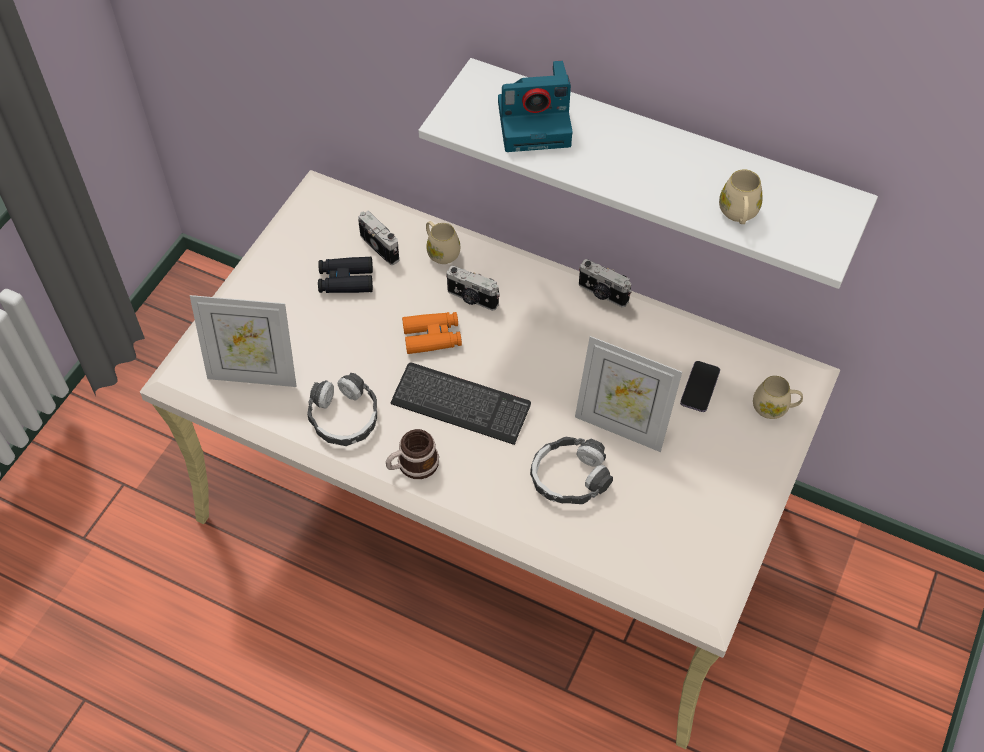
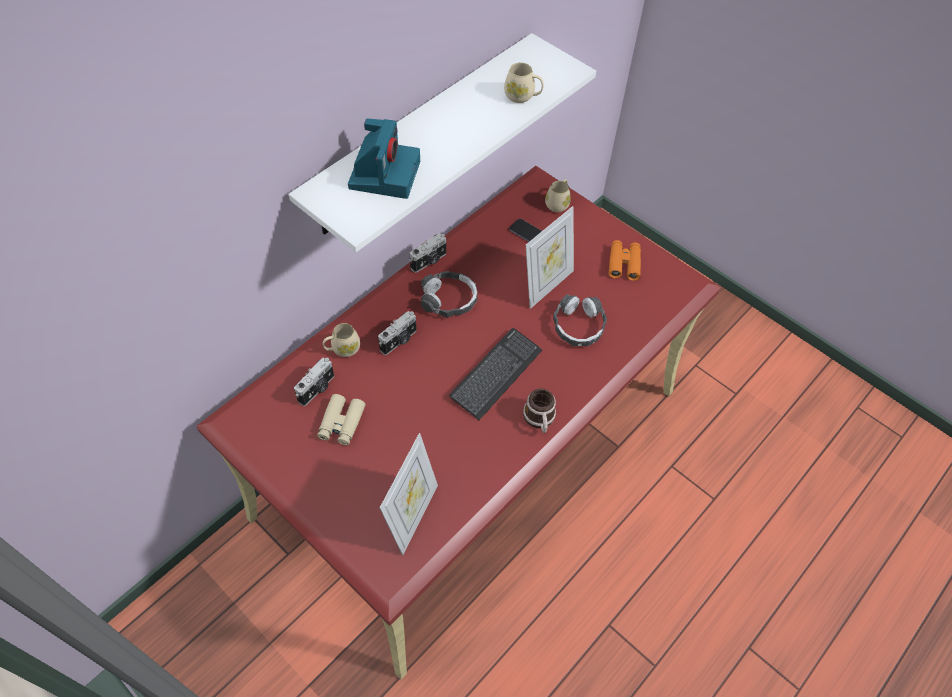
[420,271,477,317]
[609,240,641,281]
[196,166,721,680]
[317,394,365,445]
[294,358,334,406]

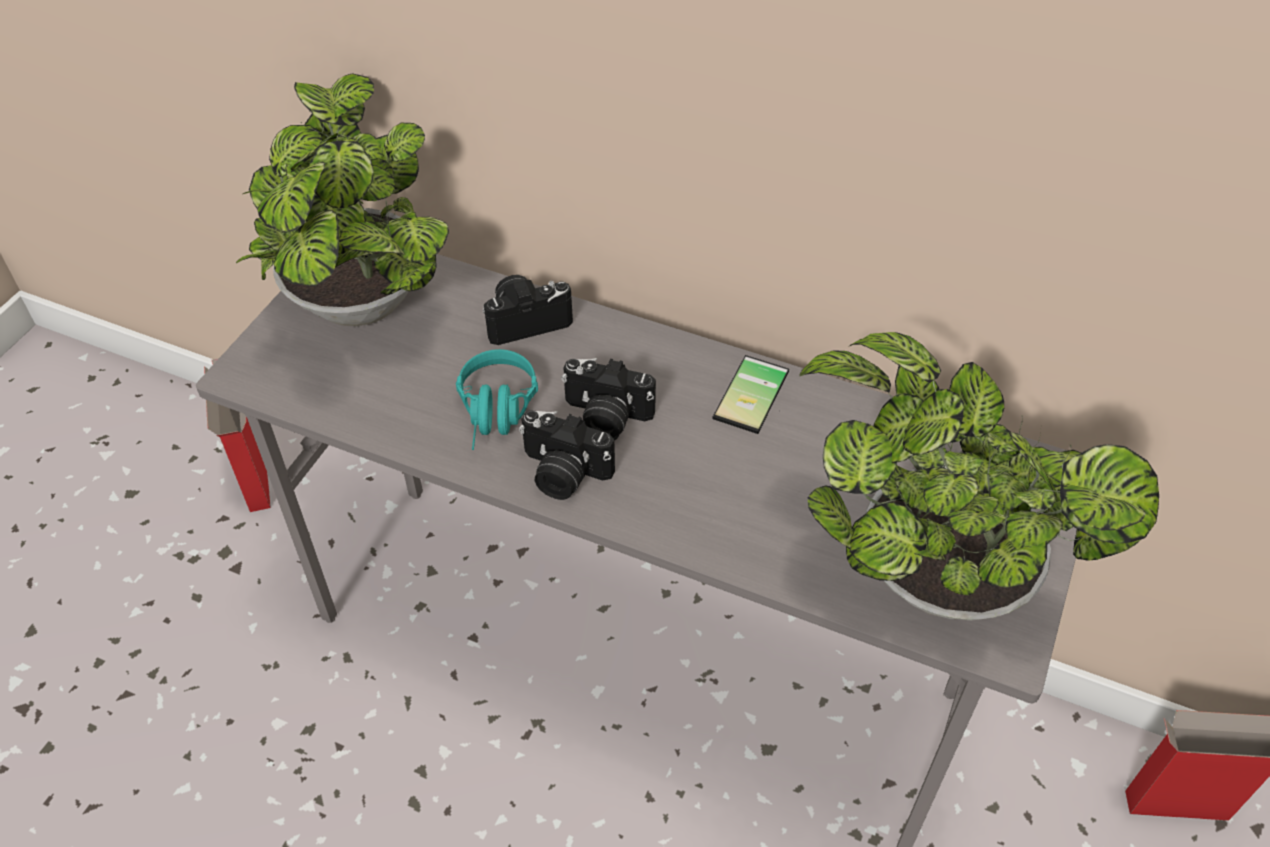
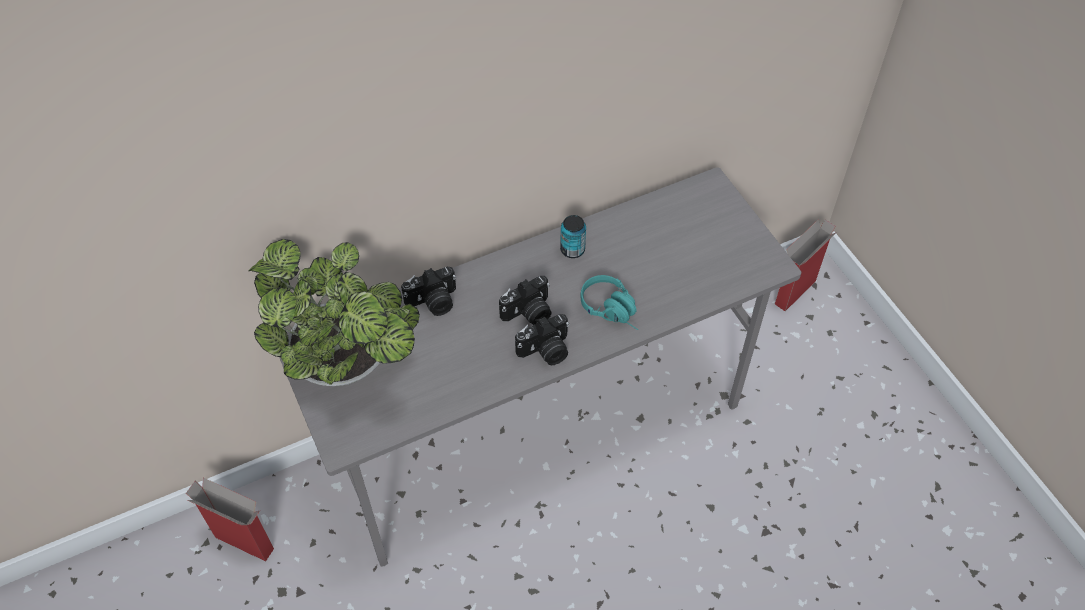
[799,332,1159,621] (first image)
[580,275,638,330]
[560,215,586,258]
[401,267,456,316]

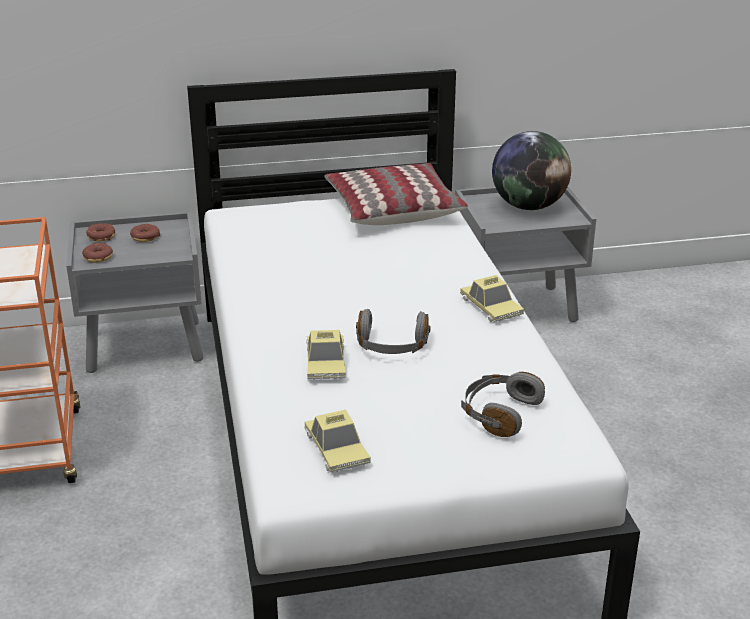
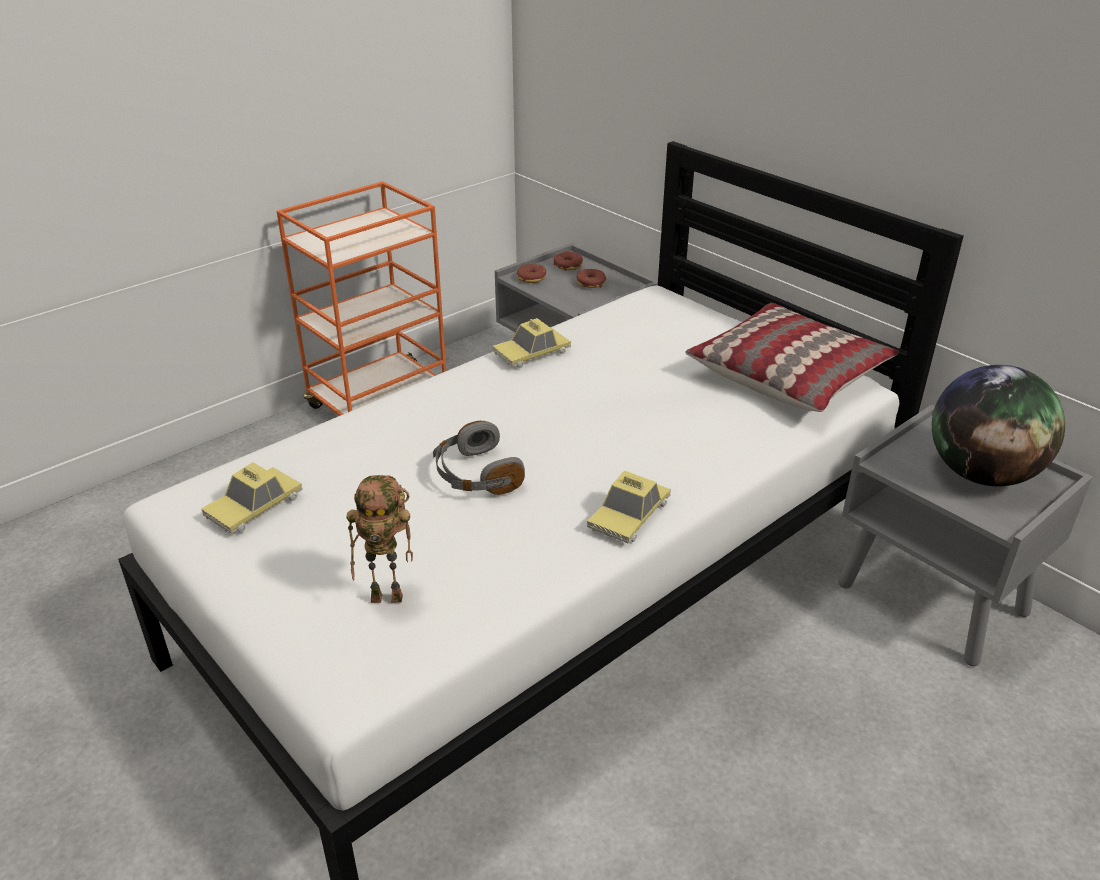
[493,318,571,368]
[347,475,413,603]

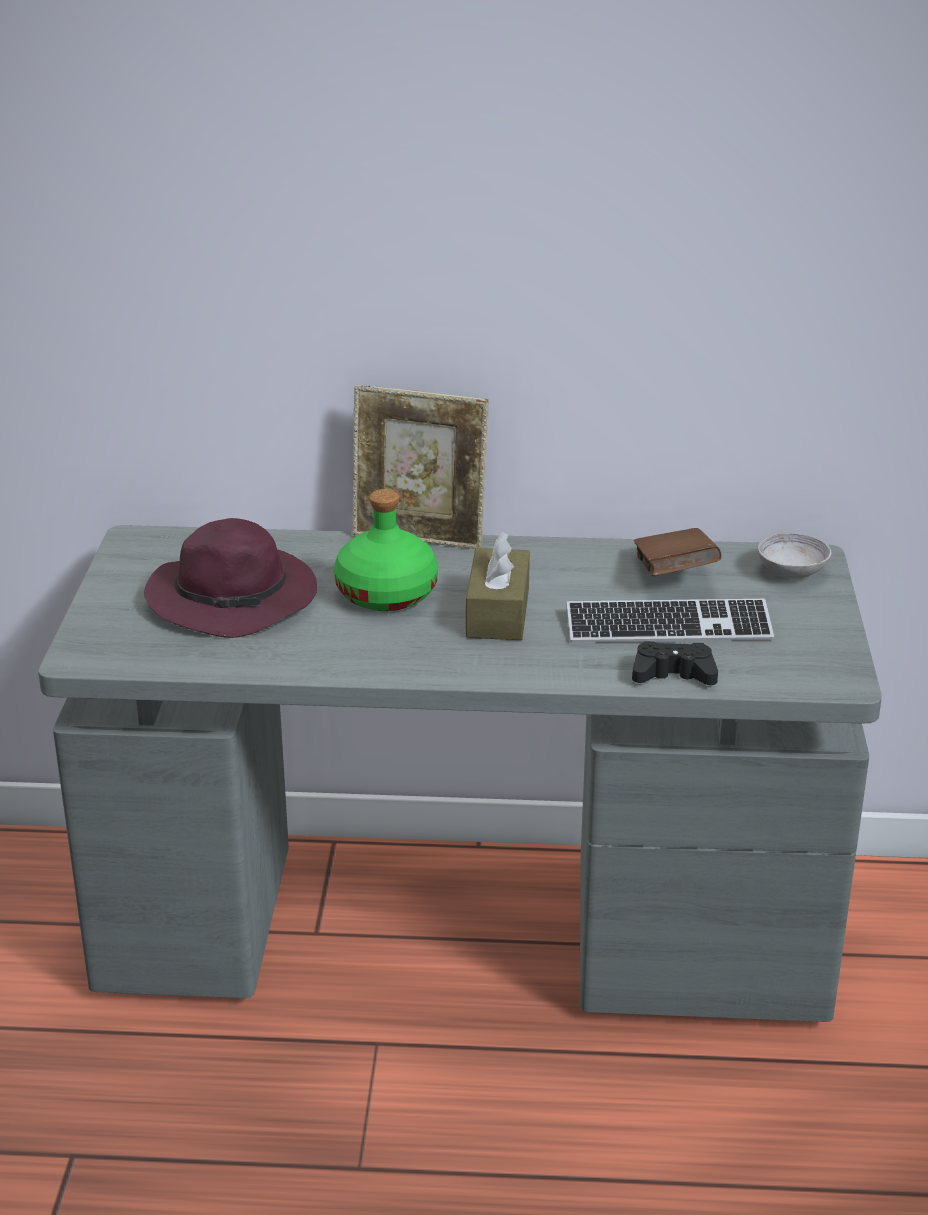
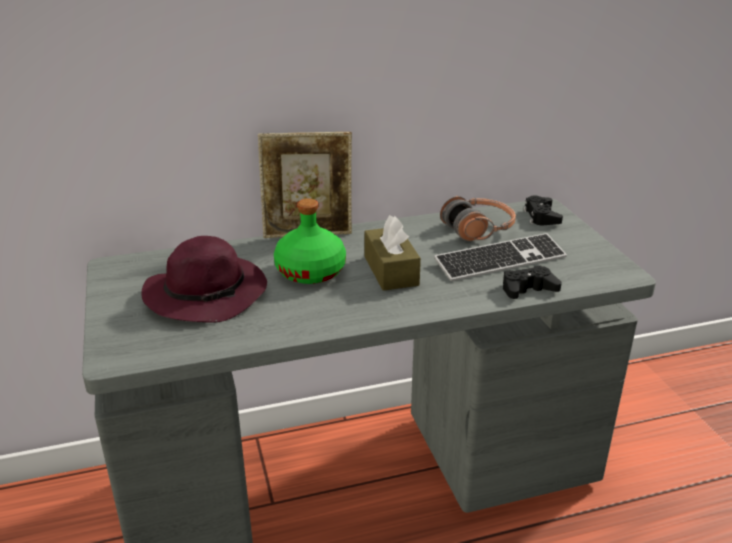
[440,196,516,241]
[523,196,563,225]

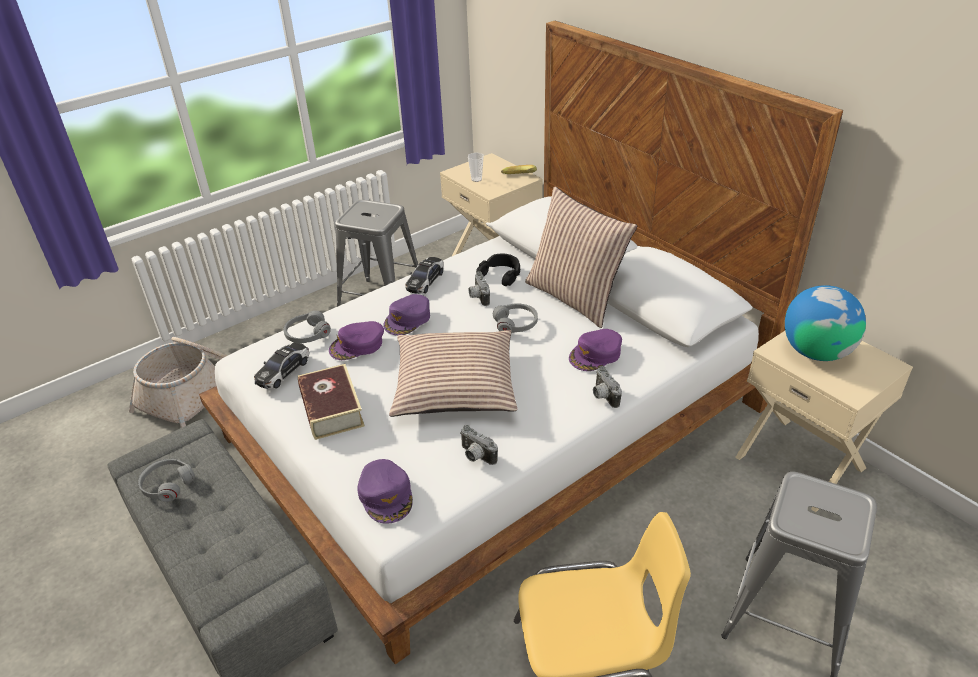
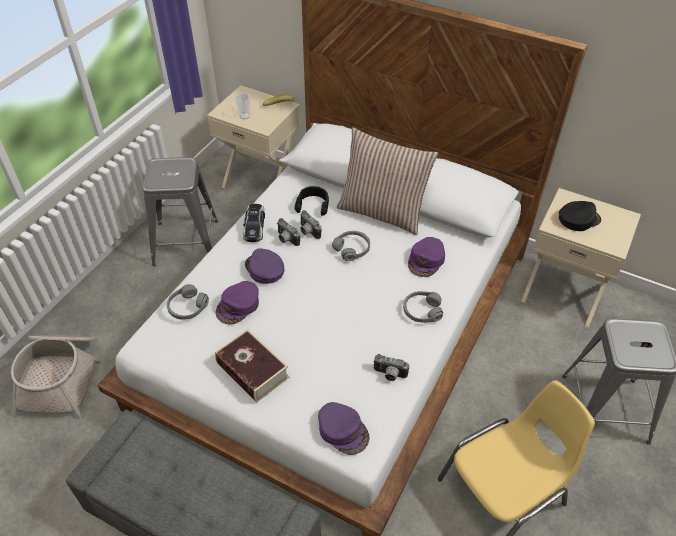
[254,342,310,389] (first image)
[389,330,517,417] (first image)
[403,291,443,323]
[277,218,300,246]
[559,201,601,231]
[245,248,284,284]

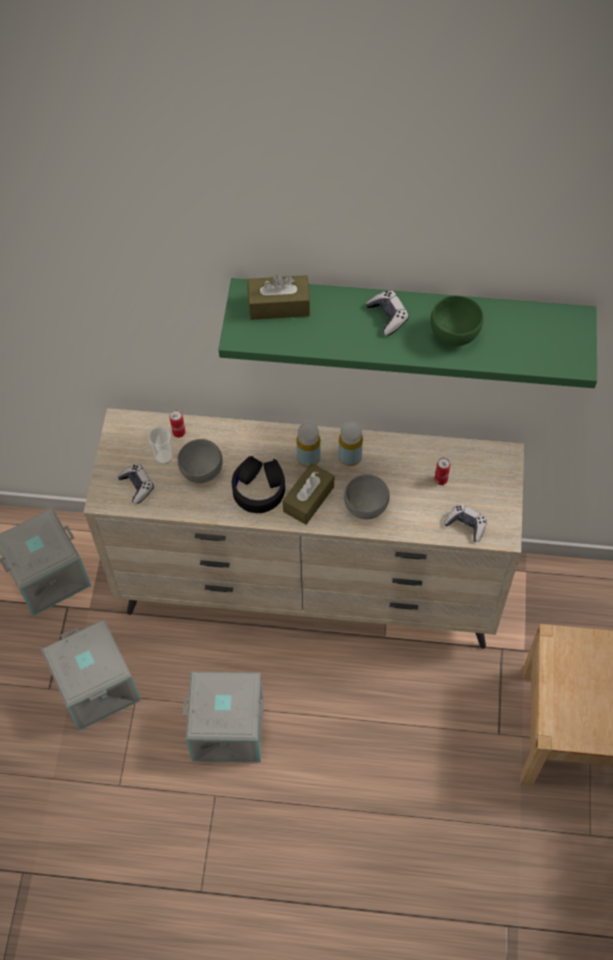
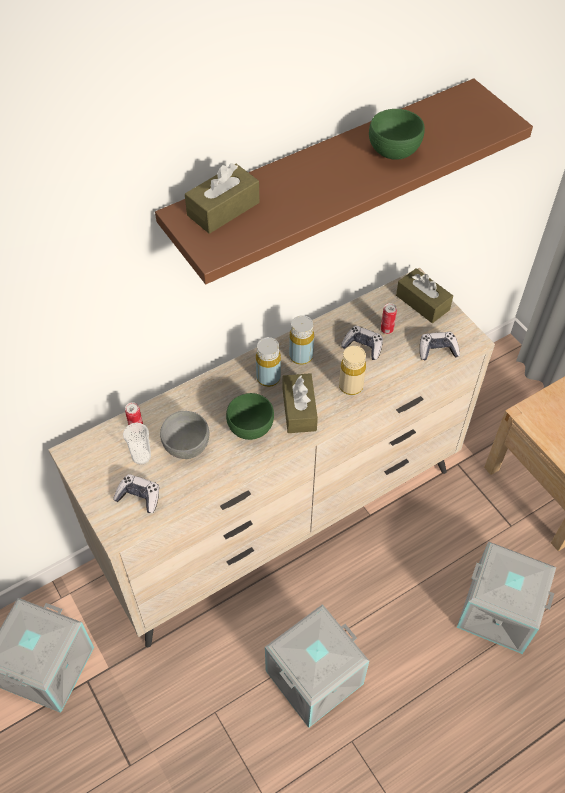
[396,268,453,323]
[457,541,556,654]
[341,326,383,360]
[226,393,274,440]
[339,346,366,395]
[155,78,533,284]

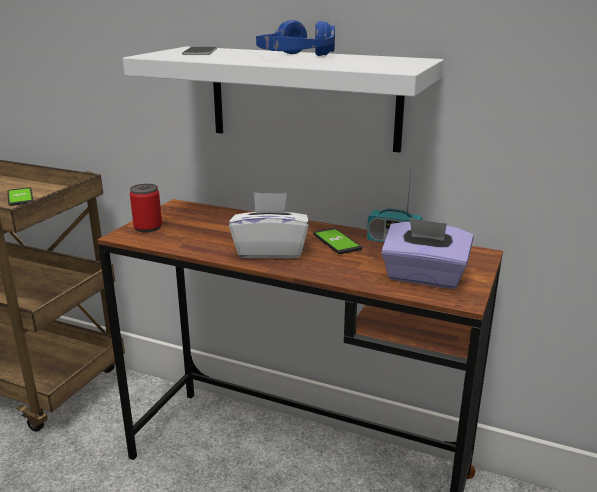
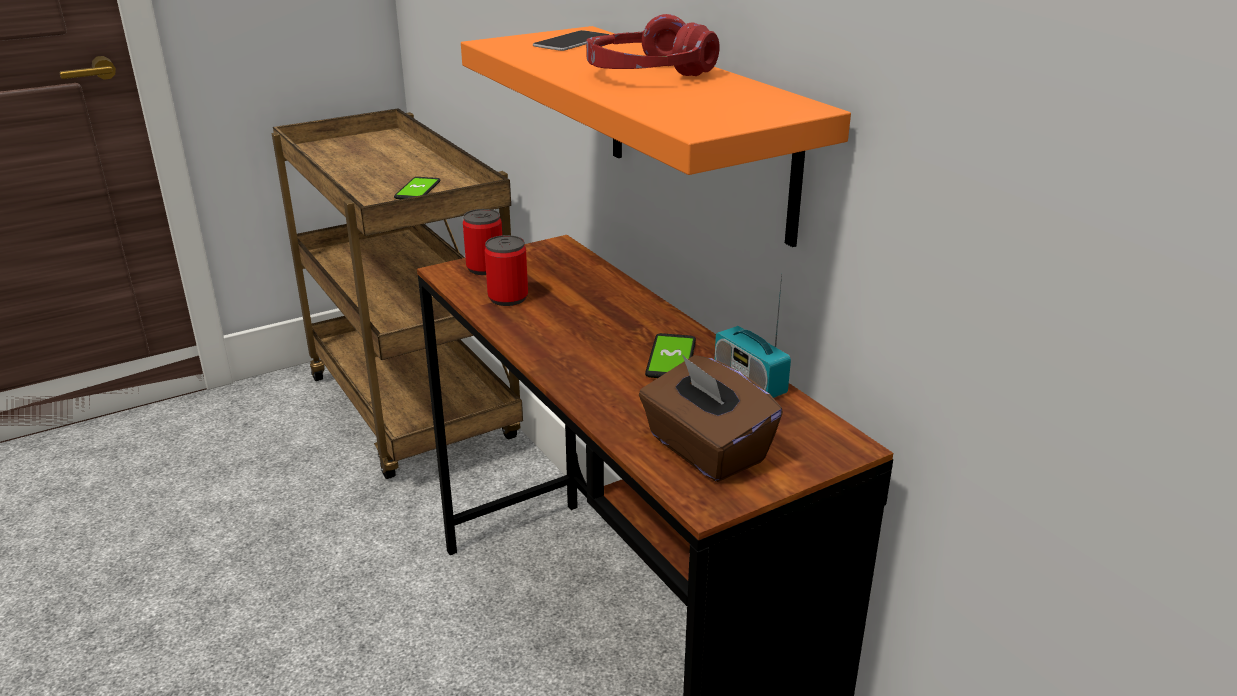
[229,192,309,258] (first image)
[485,235,528,306]
[461,26,851,247]
[586,14,720,76]
[639,354,783,482]

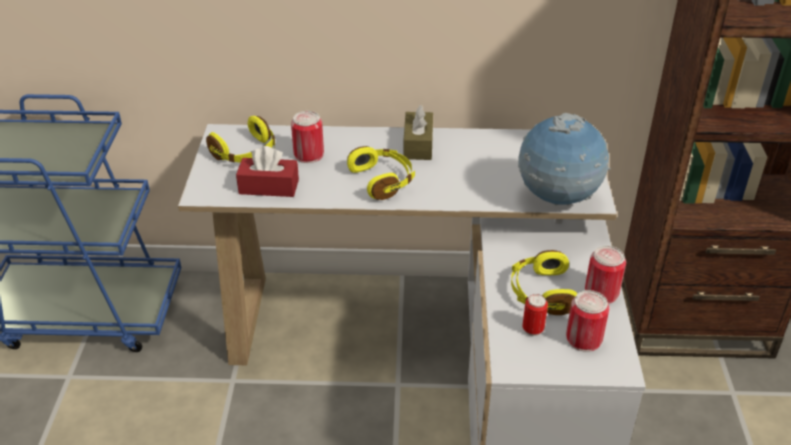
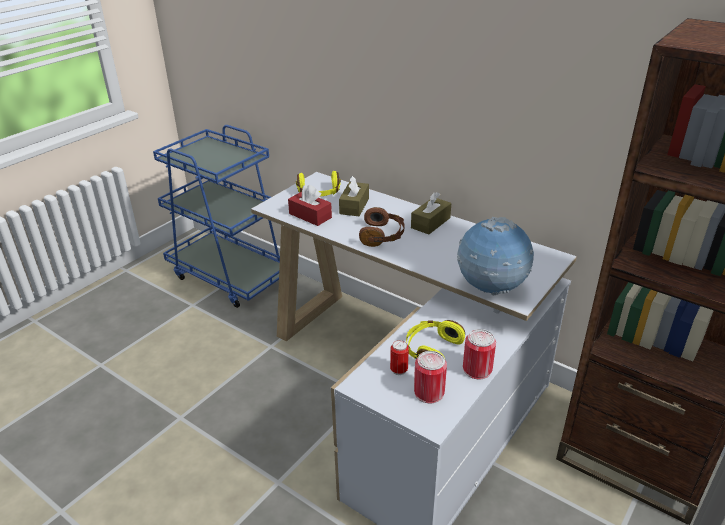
[339,176,369,216]
[359,207,405,247]

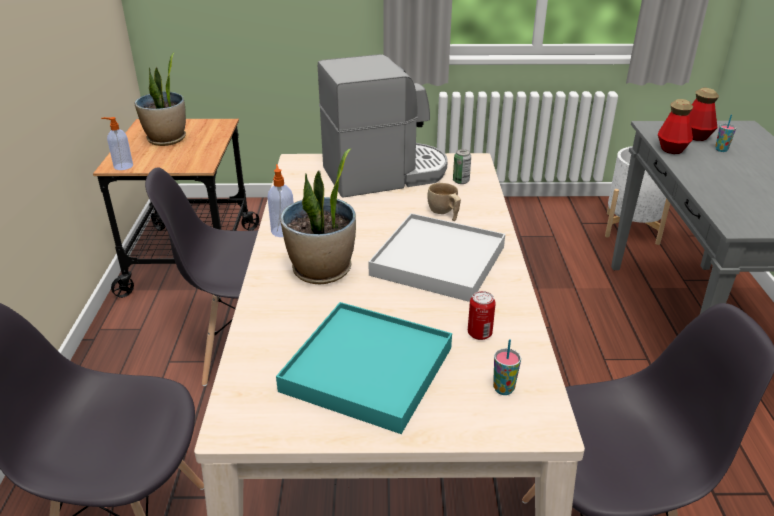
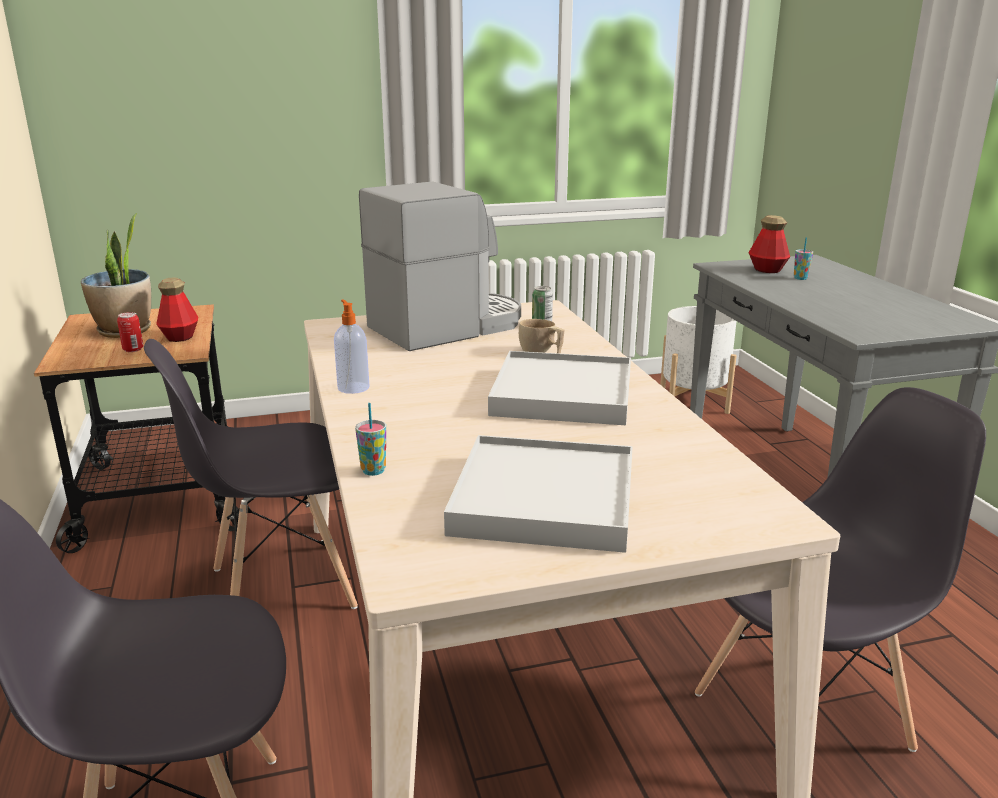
[101,117,133,170] (first image)
[280,149,356,284] (first image)
[117,312,143,352]
[355,403,386,476]
[156,277,198,342]
[444,435,633,553]

